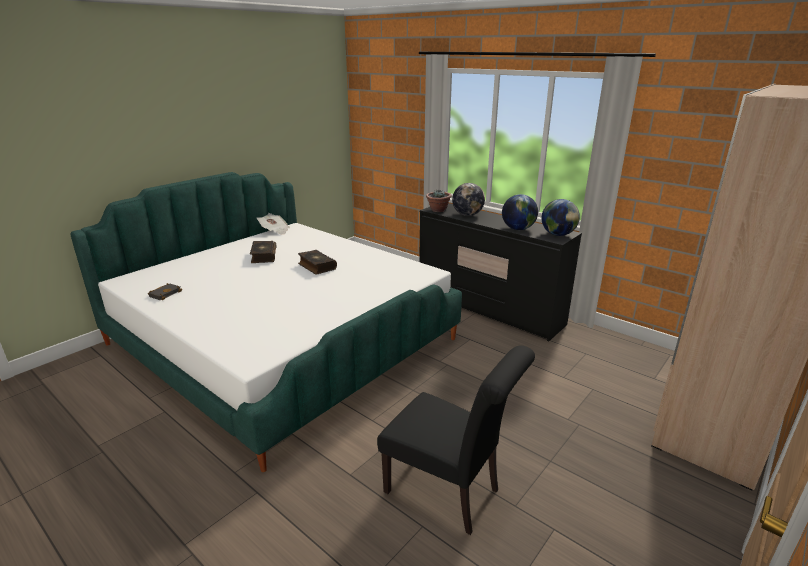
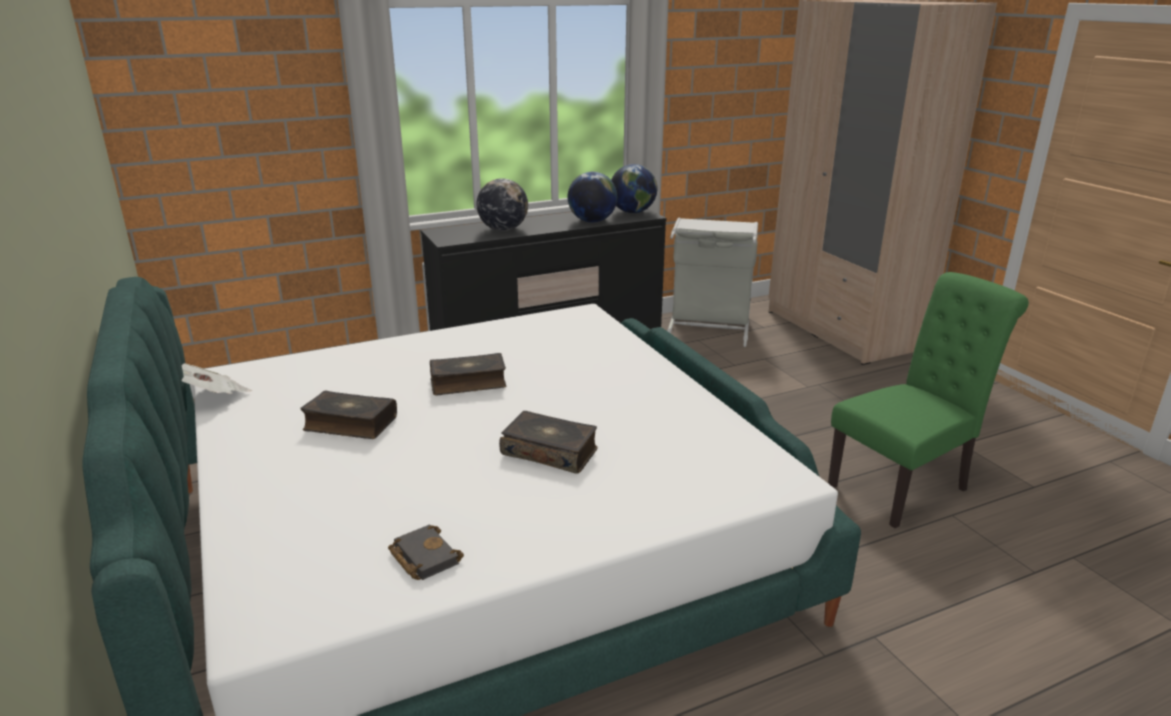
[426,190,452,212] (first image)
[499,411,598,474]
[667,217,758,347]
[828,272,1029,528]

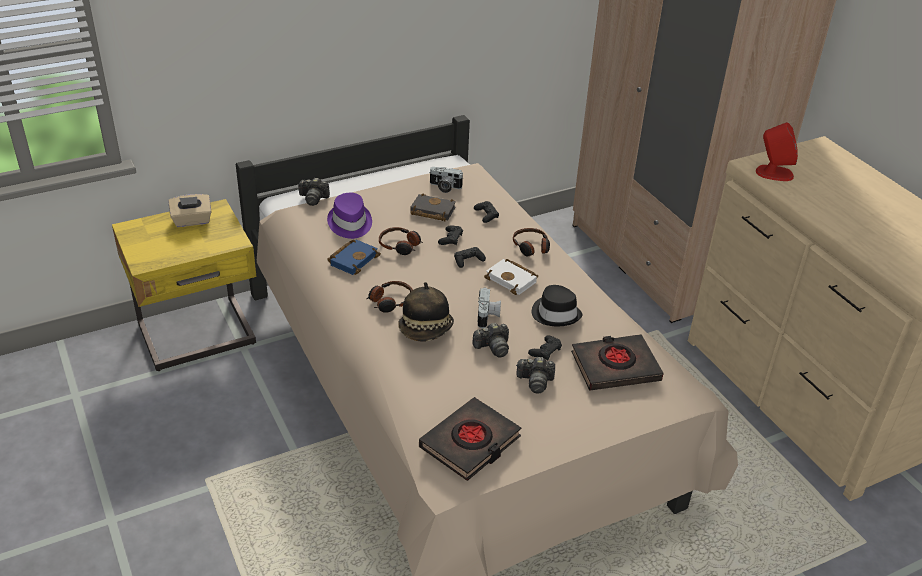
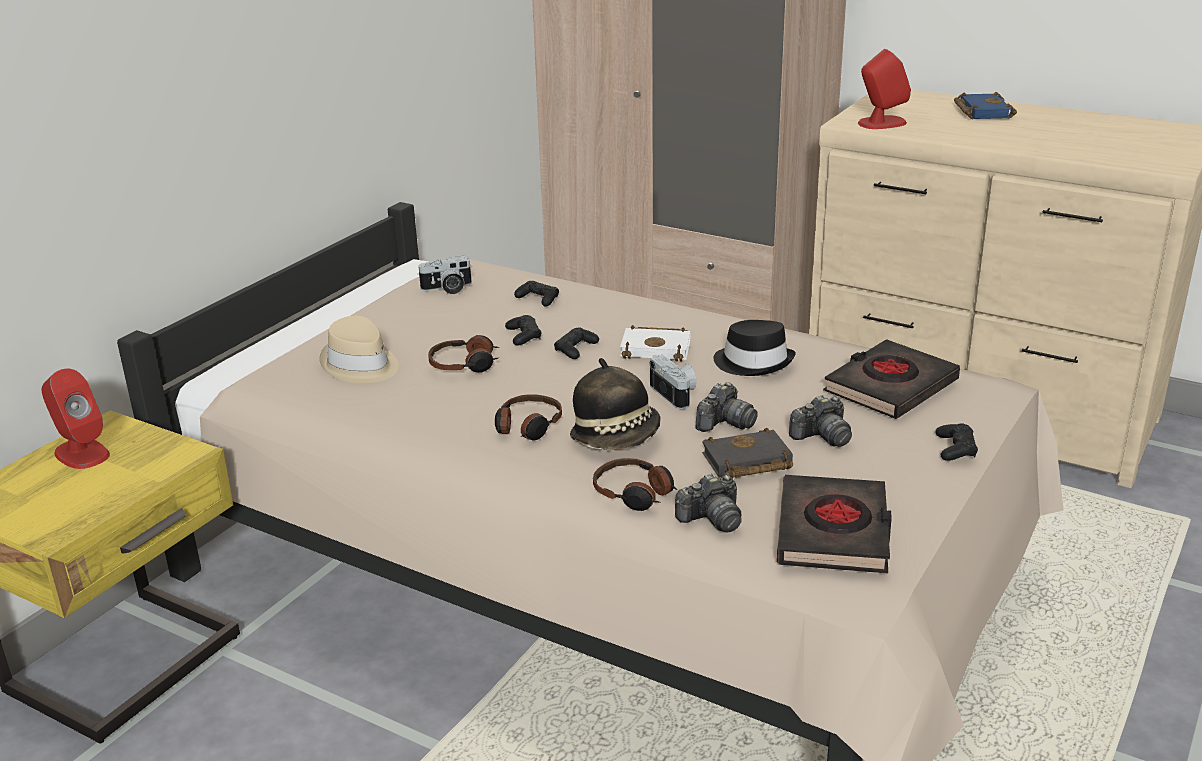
[675,473,742,533]
[954,92,1017,119]
[702,428,793,478]
[593,458,677,511]
[935,423,978,461]
[42,368,110,469]
[319,316,399,383]

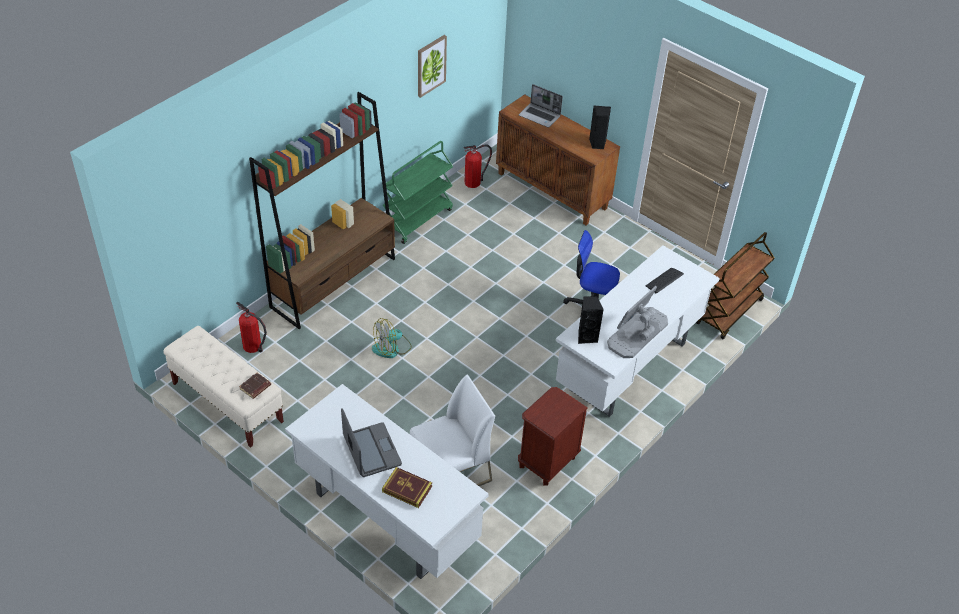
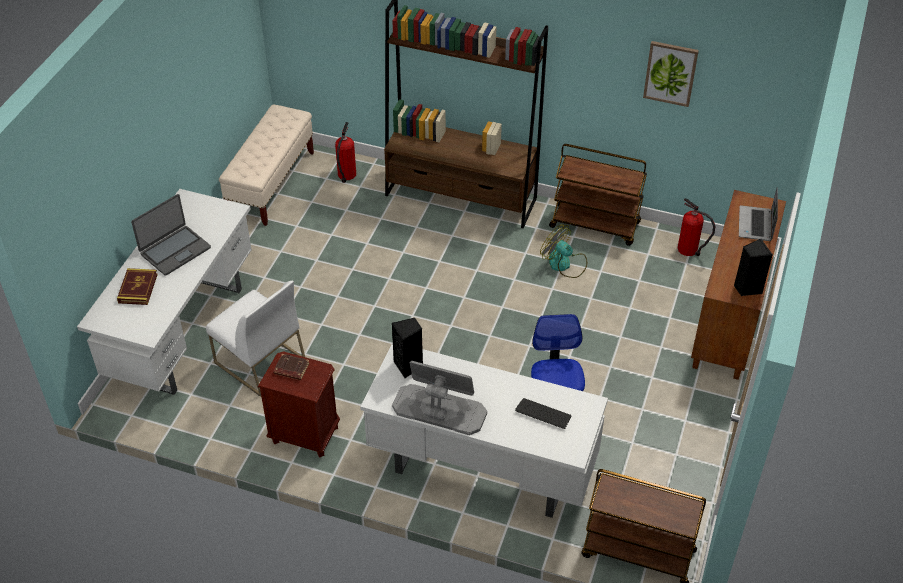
[273,354,309,380]
[540,224,587,278]
[549,144,647,246]

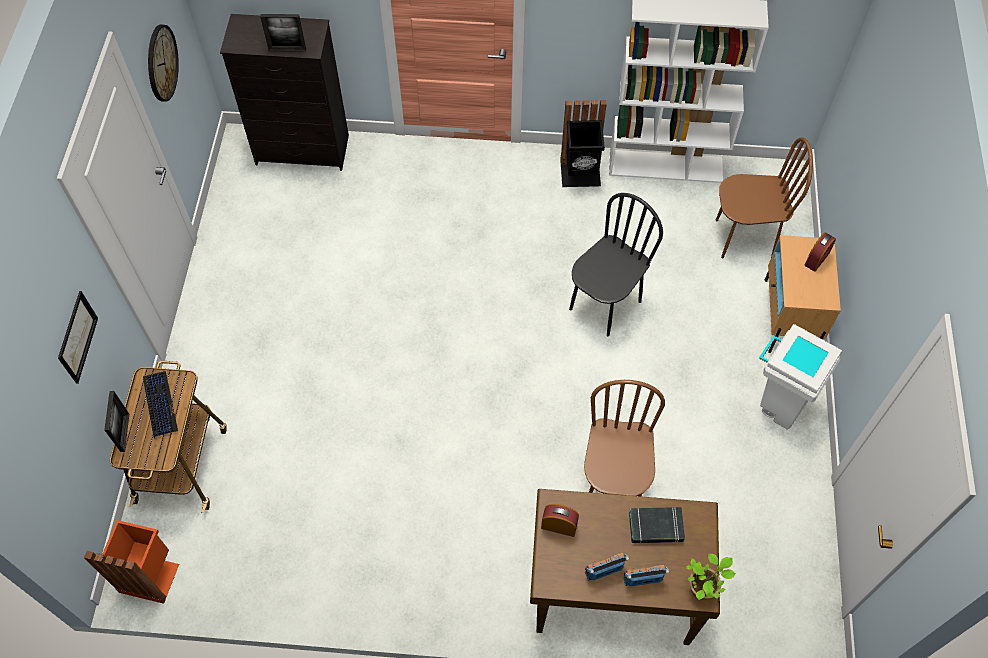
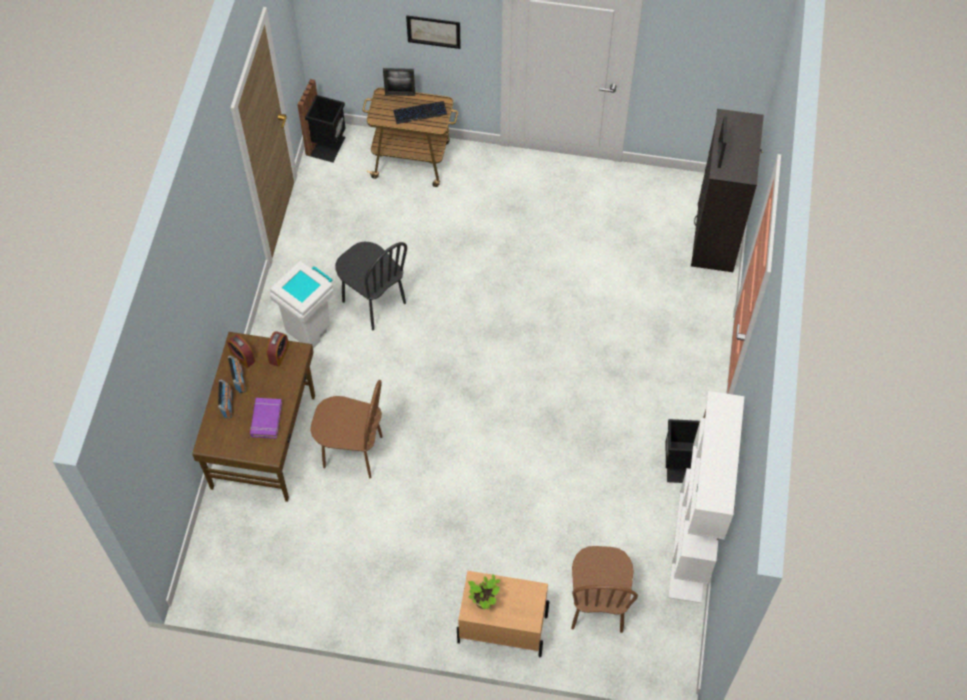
[148,25,179,102] (first image)
[335,242,407,330]
[468,574,501,609]
[270,261,333,348]
[227,335,255,368]
[297,79,346,163]
[250,398,282,439]

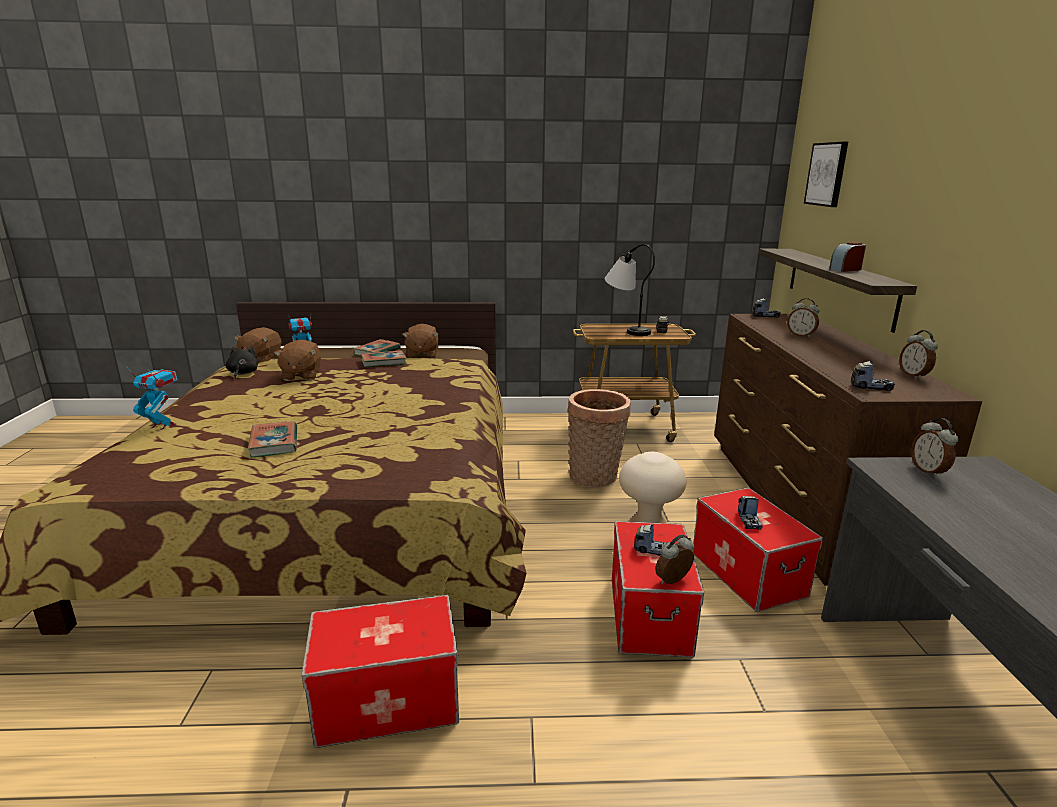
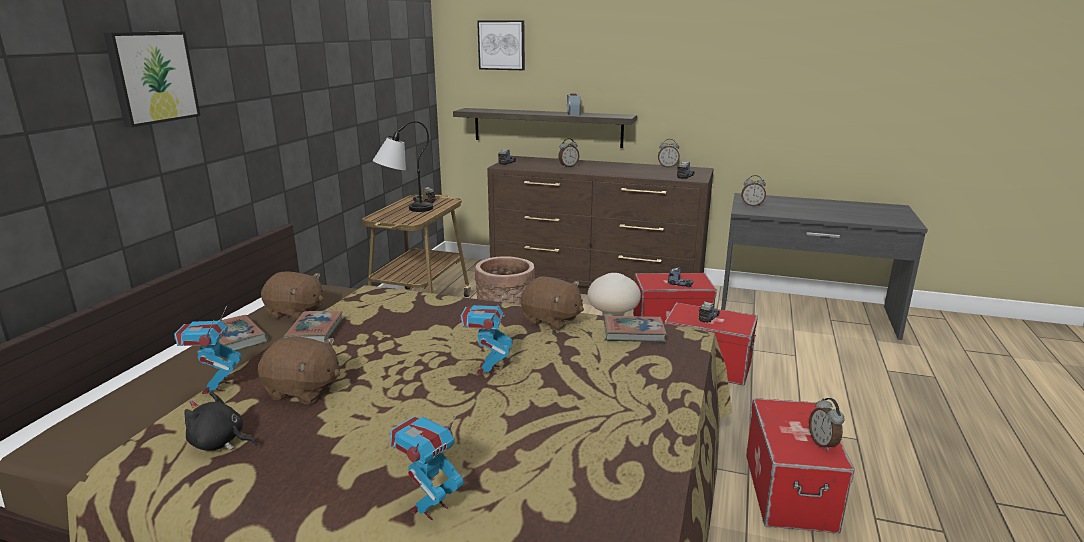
[104,31,201,127]
[460,293,513,375]
[521,276,584,330]
[604,316,667,342]
[809,398,844,451]

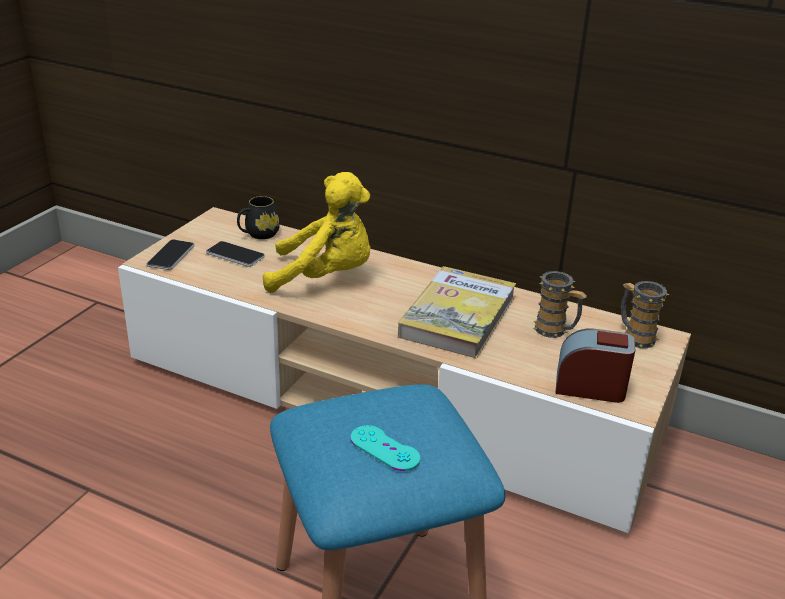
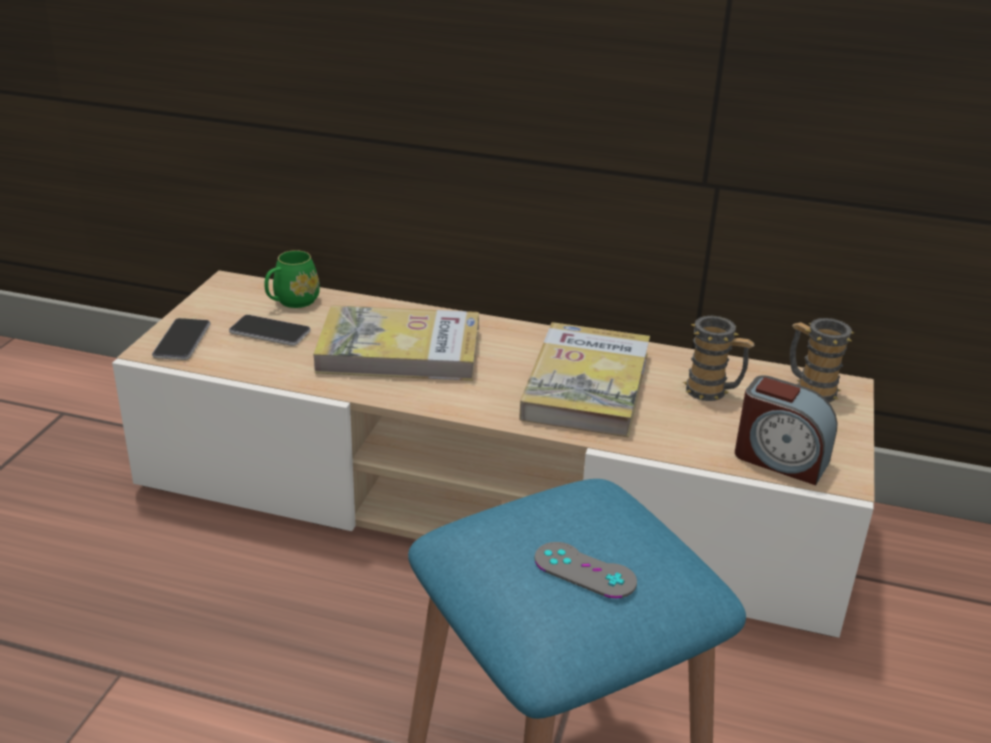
[313,305,479,381]
[264,250,320,308]
[534,542,637,598]
[735,375,838,485]

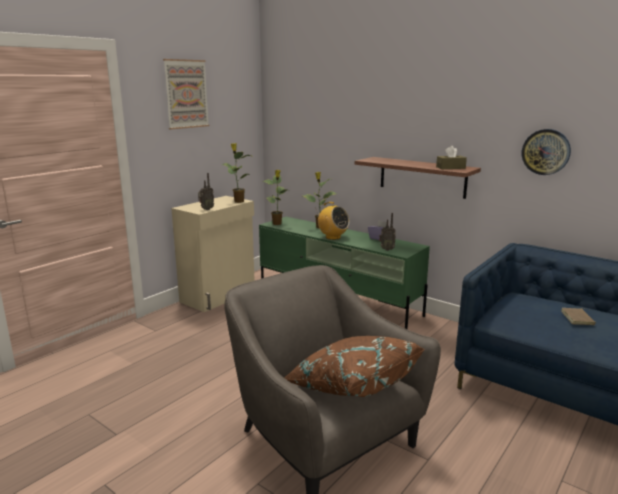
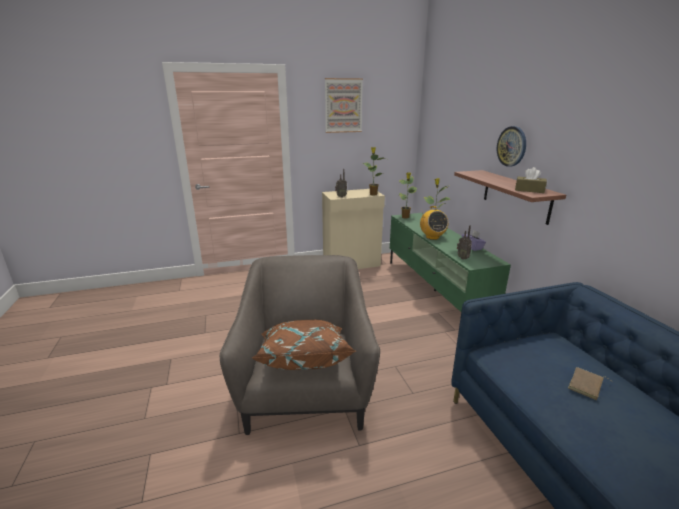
[497,126,526,167]

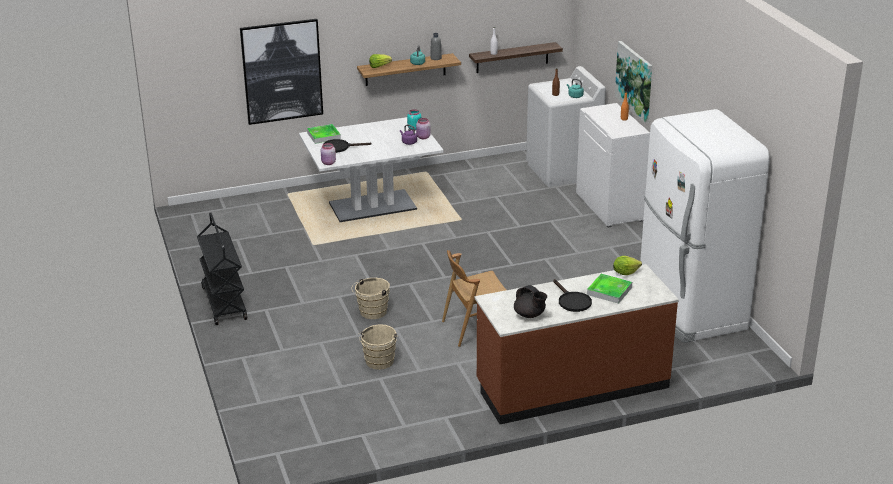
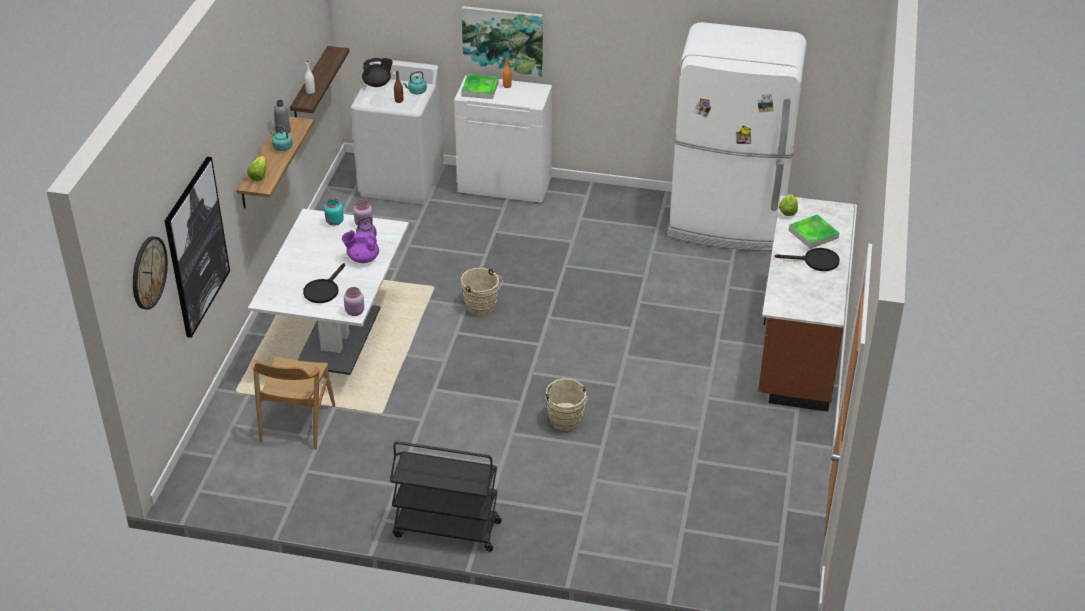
[133,236,168,310]
[342,232,379,263]
[461,74,498,99]
[461,268,503,315]
[251,356,336,450]
[362,58,393,87]

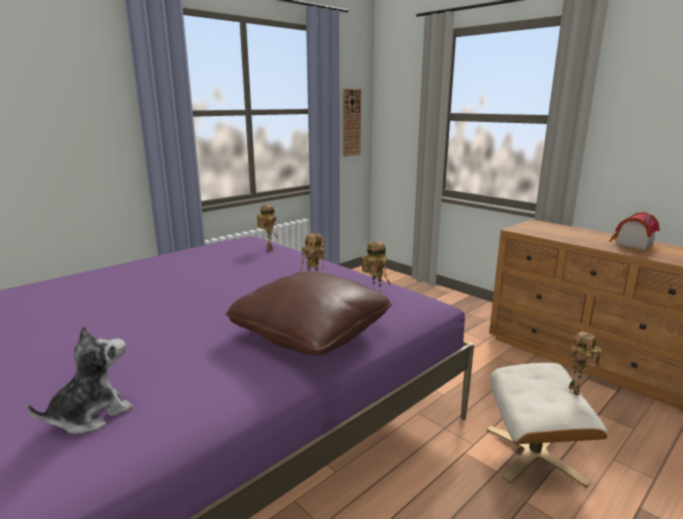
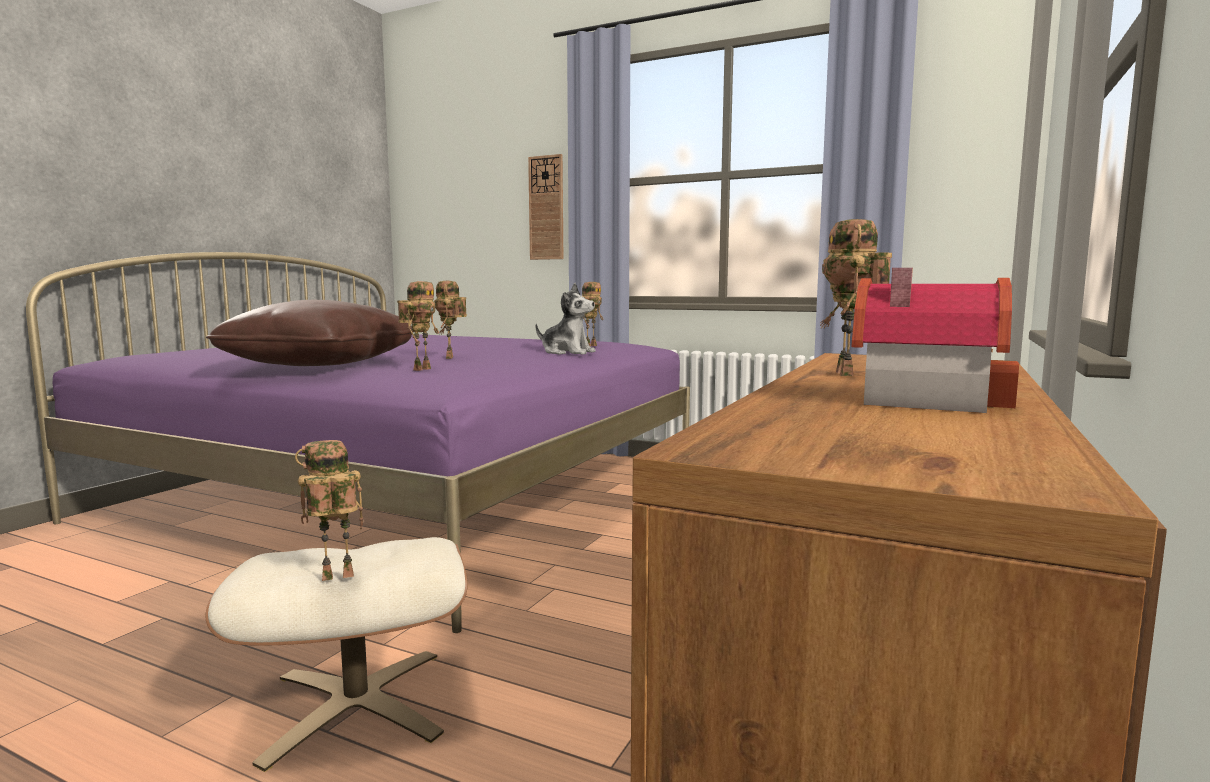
[820,219,892,376]
[536,283,596,355]
[528,154,563,260]

